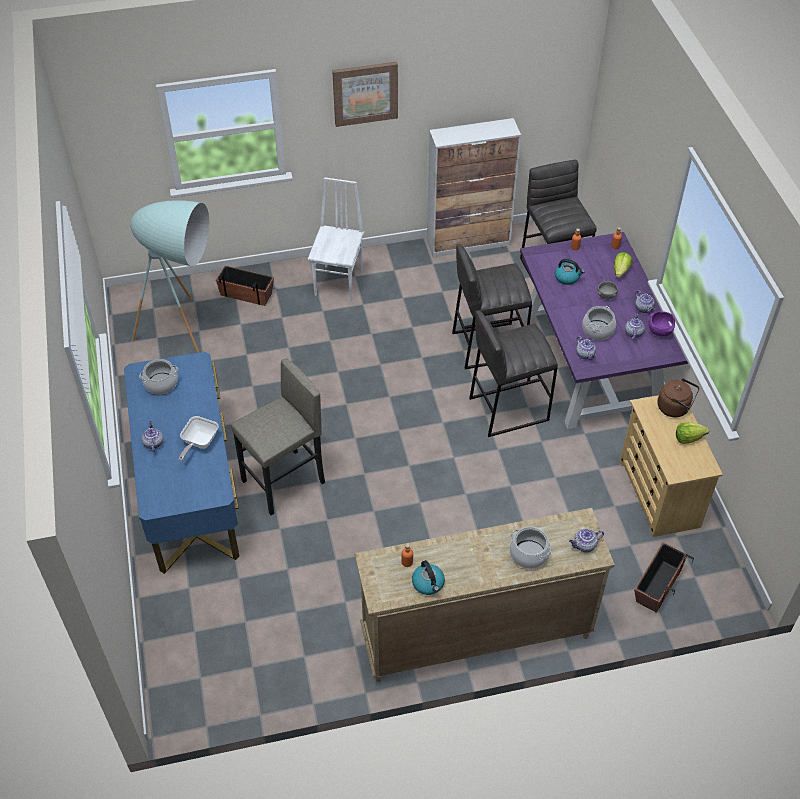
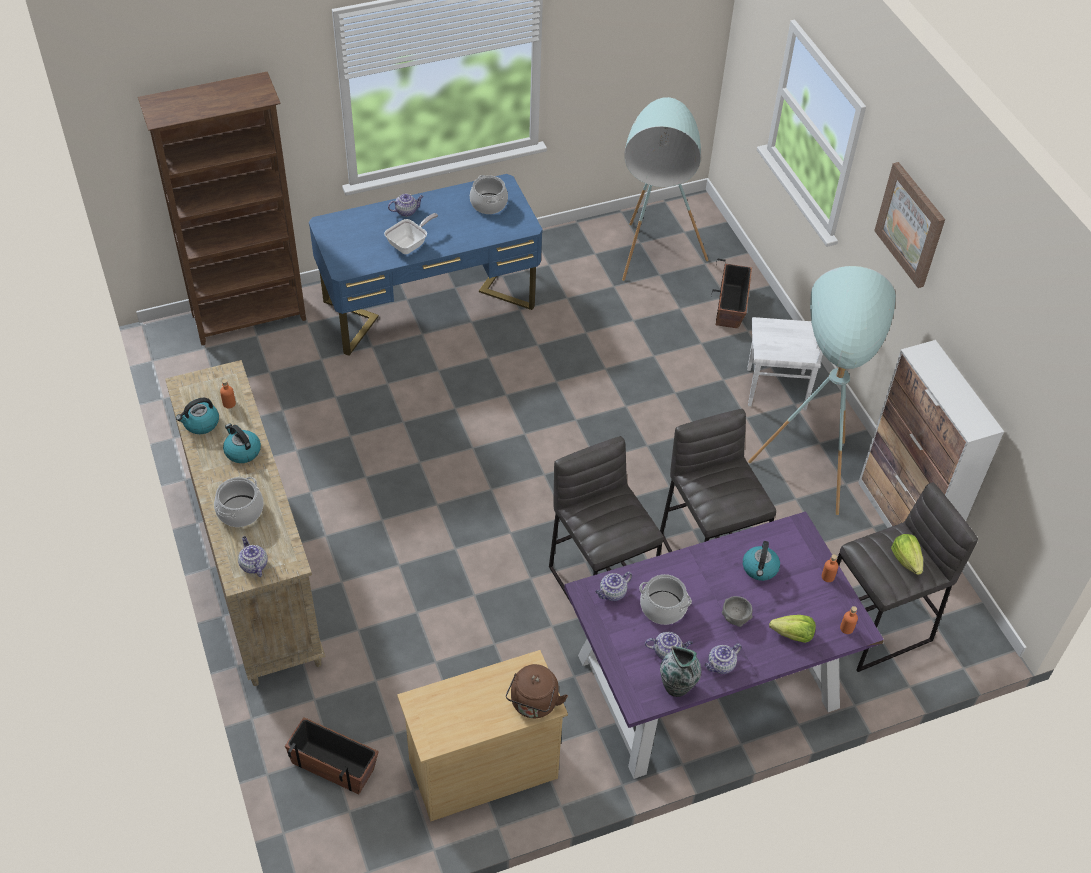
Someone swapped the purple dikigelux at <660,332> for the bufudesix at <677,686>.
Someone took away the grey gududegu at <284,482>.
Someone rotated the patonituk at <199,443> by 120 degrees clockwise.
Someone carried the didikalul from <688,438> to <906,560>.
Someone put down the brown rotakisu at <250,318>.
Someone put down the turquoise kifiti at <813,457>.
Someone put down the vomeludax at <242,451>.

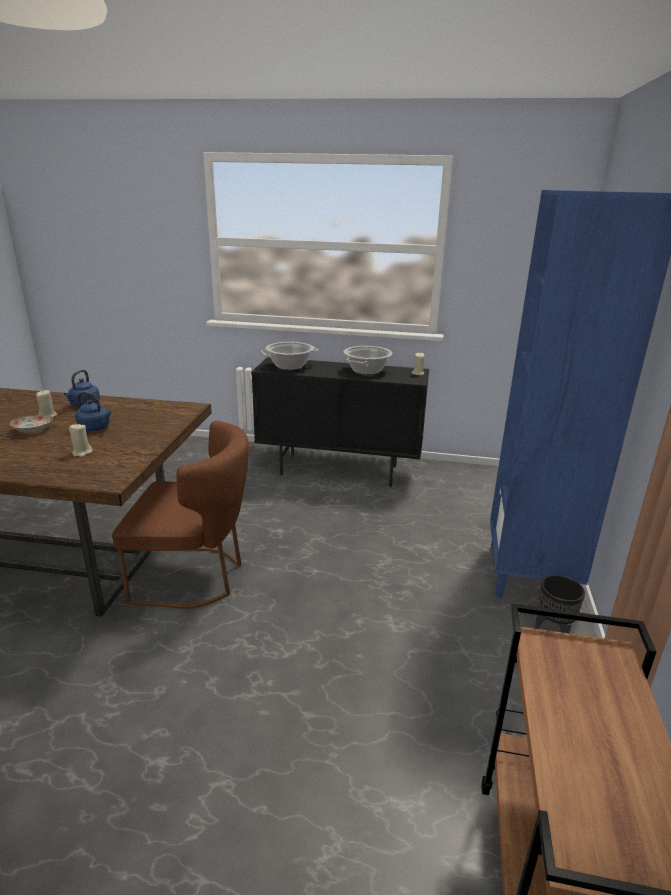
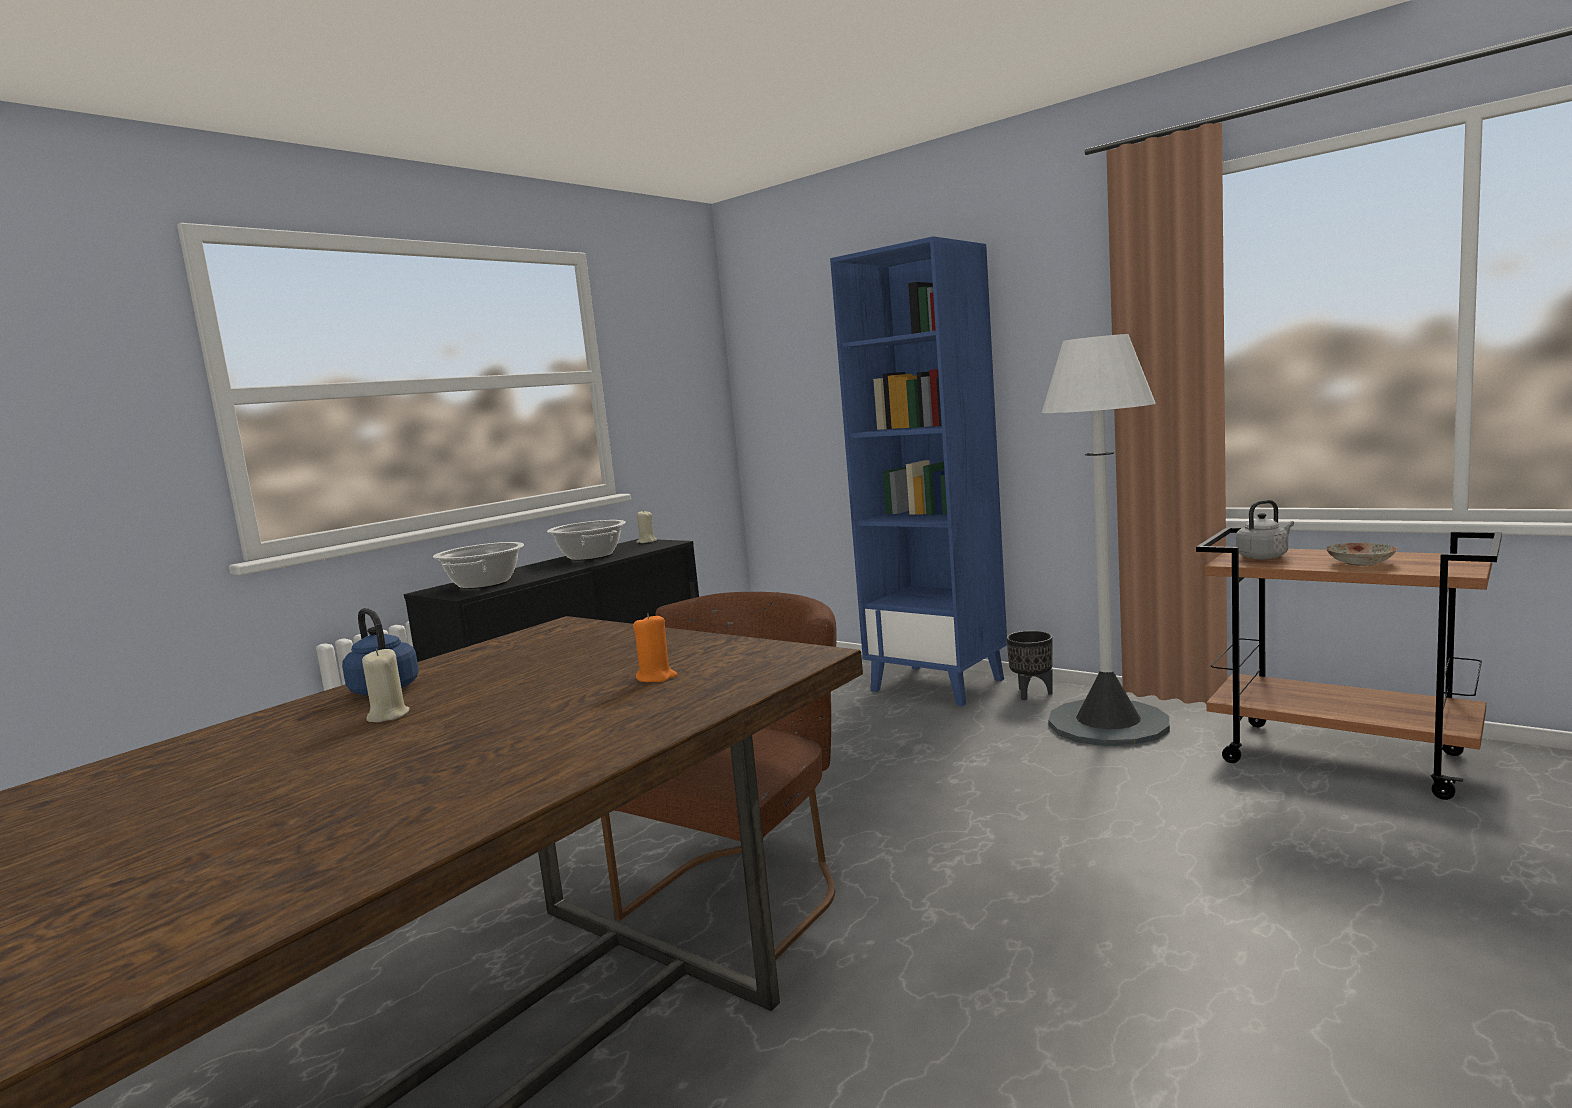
Someone took away the blue vomeludax at <96,428>.
Someone carried the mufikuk from <33,429> to <1359,563>.
Someone repainted the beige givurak at <82,452>, which became the orange givurak at <656,677>.
Someone put down the white kifiti at <1108,724>.
Someone put down the grey vomeludax at <1264,556>.

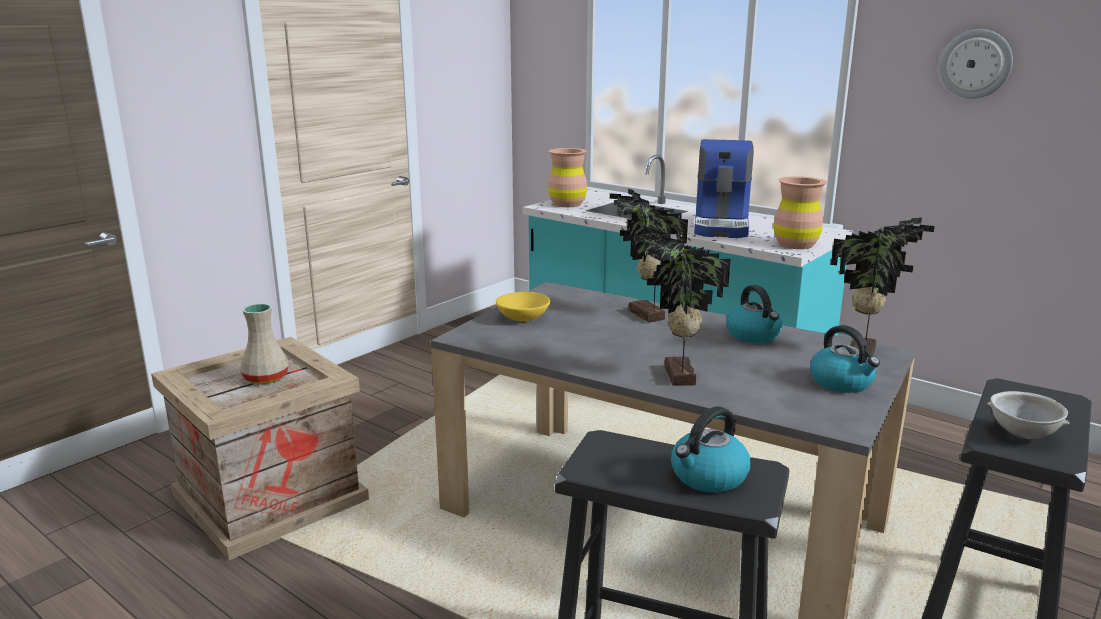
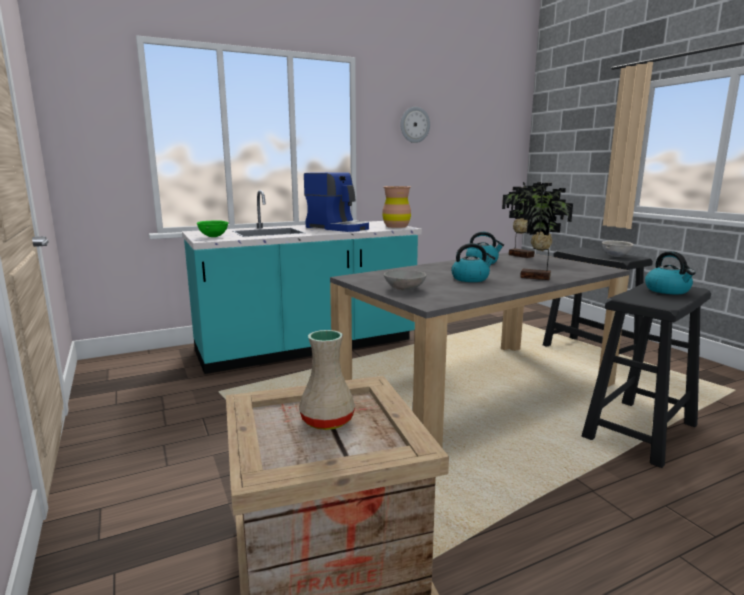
Someone swapped the brown bufudesix at <567,204> for the green dikigelux at <214,237>.
Someone took away the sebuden at <644,316>.
Someone repainted the yellow dikigelux at <522,318>, which became the grey dikigelux at <404,289>.
Someone carried the vomeludax from <842,383> to <470,279>.

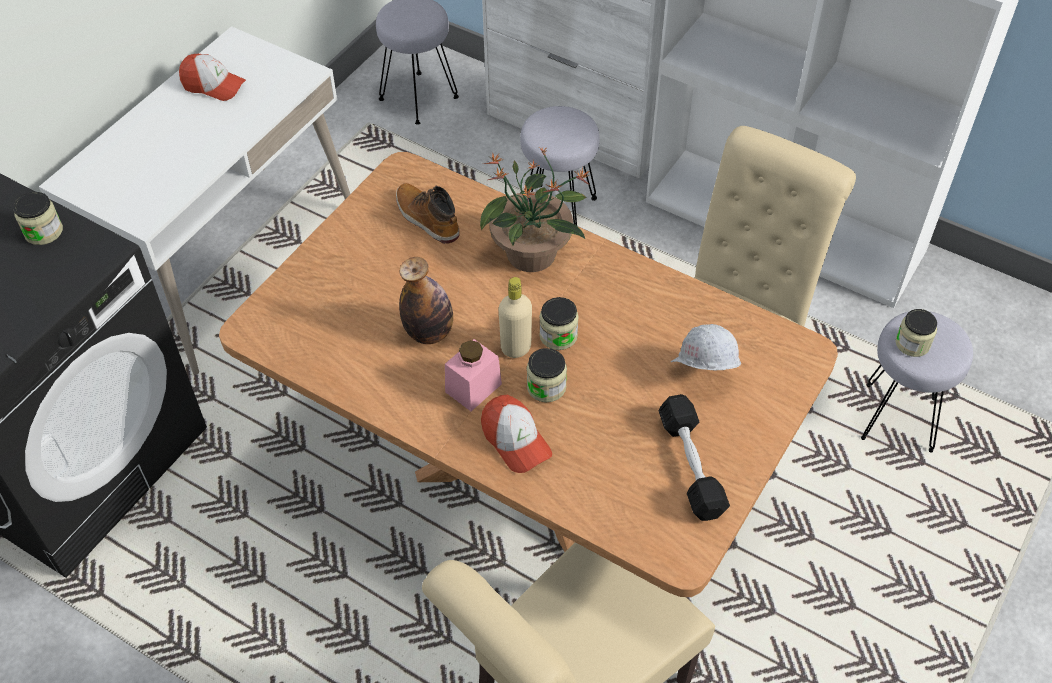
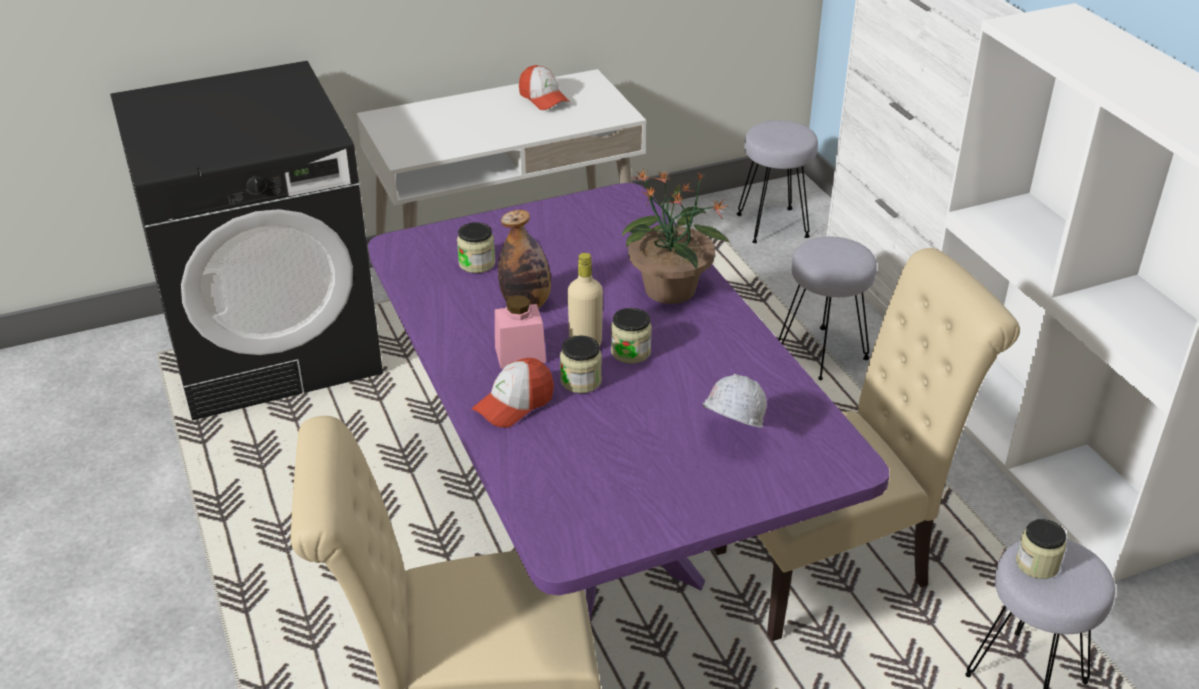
Someone repainted the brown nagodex at <528,478>, which became the purple nagodex at <600,537>.
Someone took away the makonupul at <427,219>.
Someone carried the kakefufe from <43,231> to <477,263>.
Someone took away the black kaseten at <691,465>.
Someone rotated the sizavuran at <515,440> by 45 degrees clockwise.

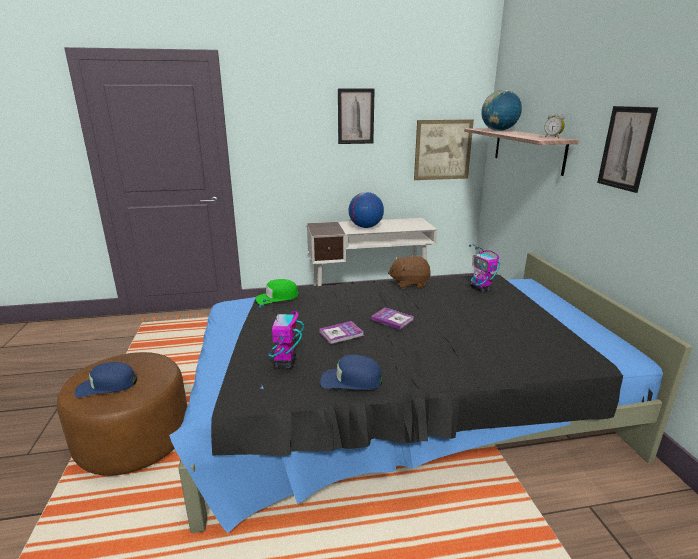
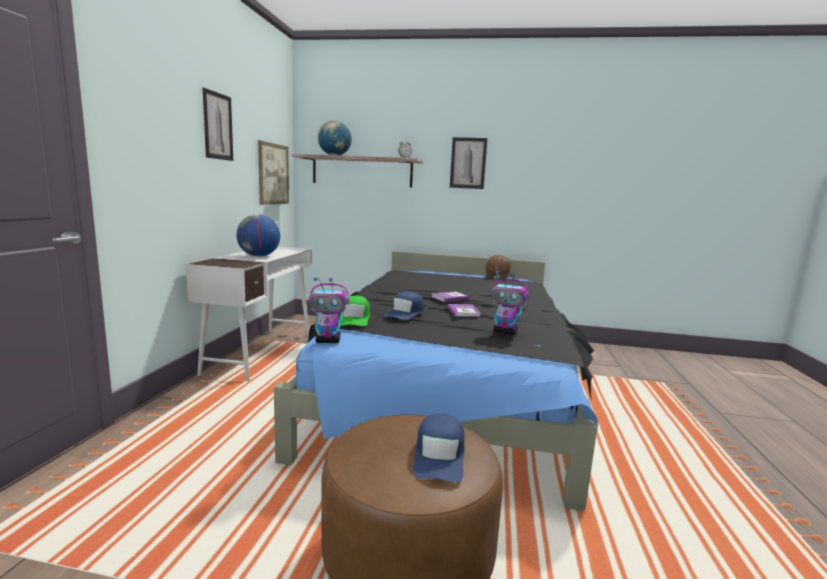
Someone carried the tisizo from <481,289> to <328,341>.
Someone carried the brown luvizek from <409,283> to <496,277>.
Someone carried the blue sizavuran from <351,380> to <405,313>.

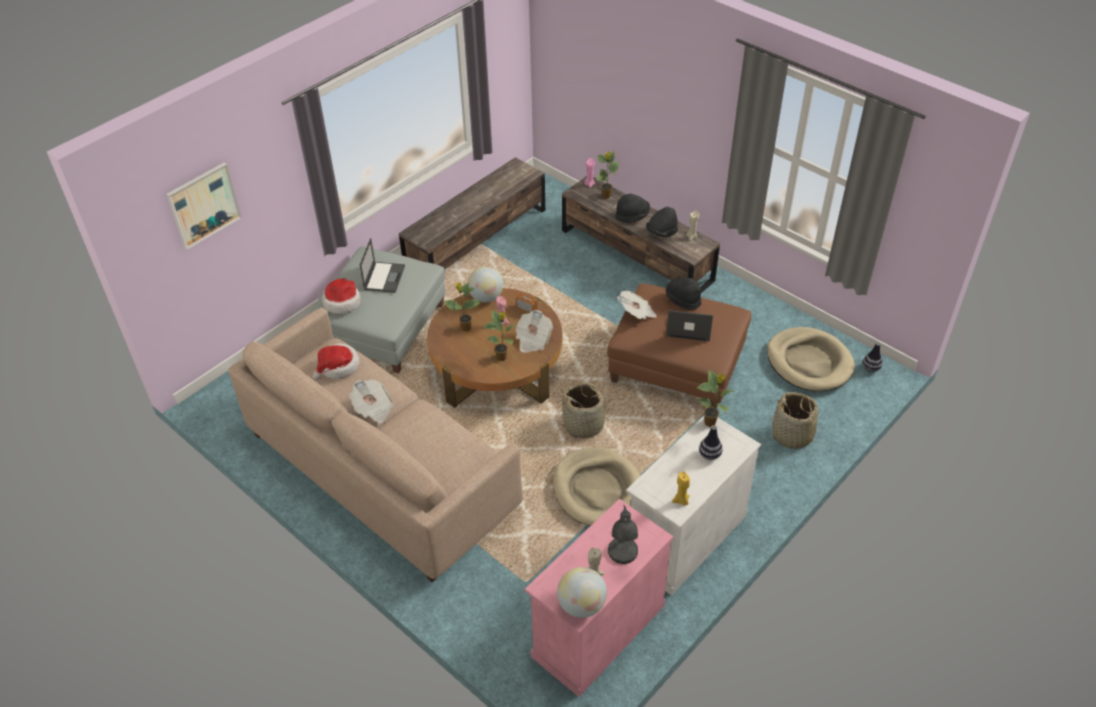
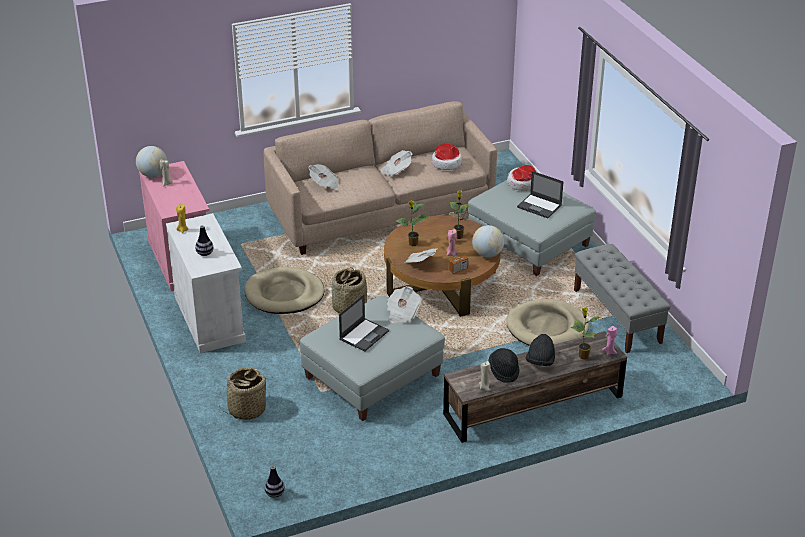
Someone swapped the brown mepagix at <477,239> for the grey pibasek at <617,316>.
Someone took away the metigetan at <203,205>.
Someone took away the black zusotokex at <683,299>.
Someone repainted the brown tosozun at <676,365>, which became the grey tosozun at <372,375>.
Someone carried the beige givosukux from <809,362> to <547,327>.
Someone took away the sebuden at <711,422>.
Someone took away the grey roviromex at <622,555>.
Someone put down the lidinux at <324,184>.

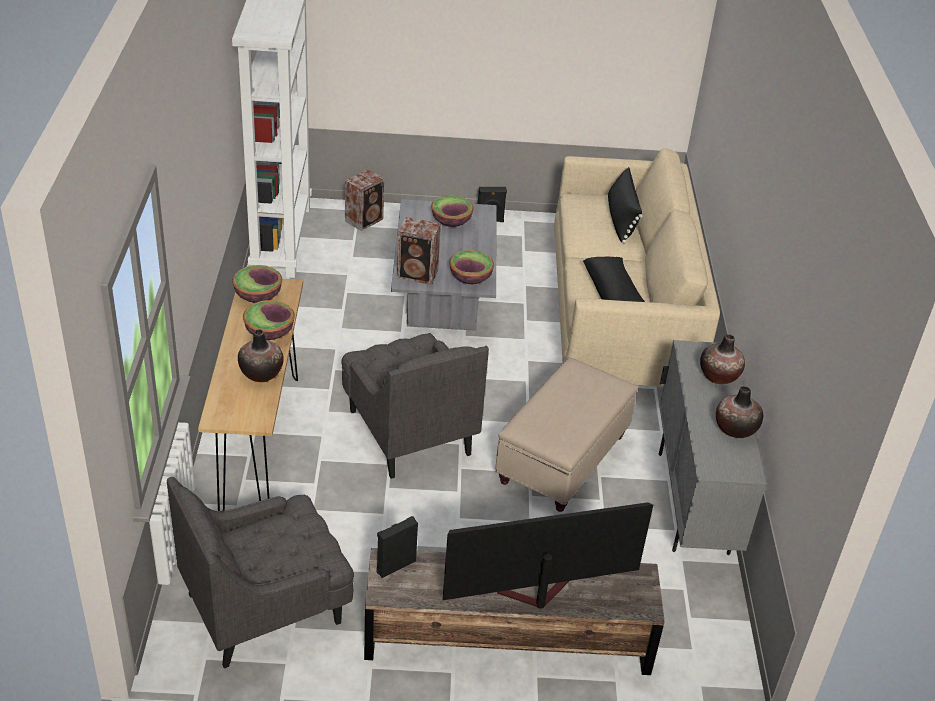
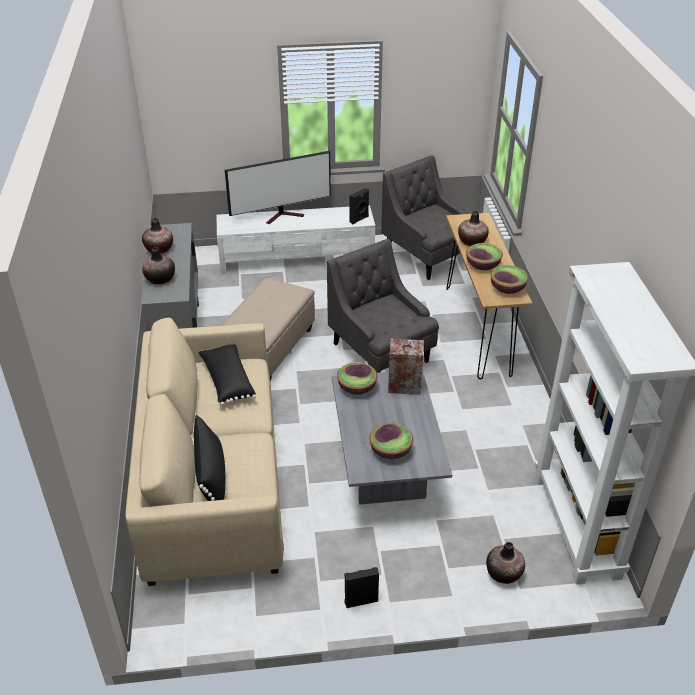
Someone swapped the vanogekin at <365,220> for the bufudesix at <503,573>.
Someone rotated the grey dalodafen at <266,607> by 90 degrees counterclockwise.
Someone repainted the brown mepagix at <506,637>, which became the white mepagix at <297,258>.

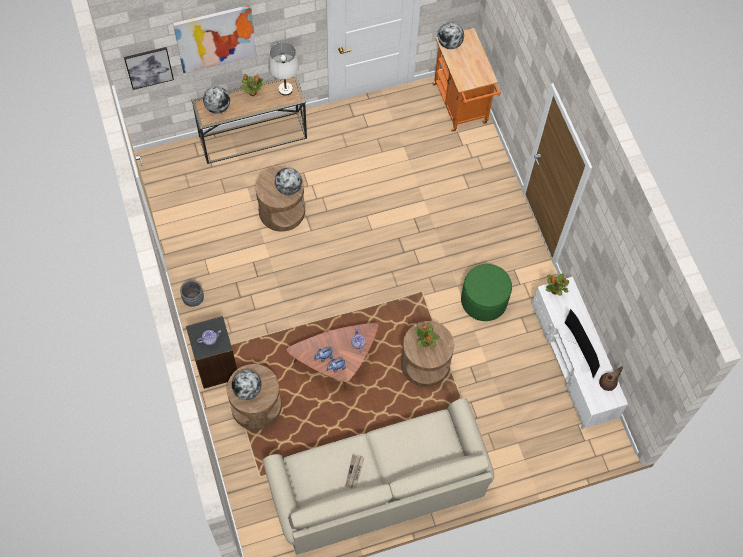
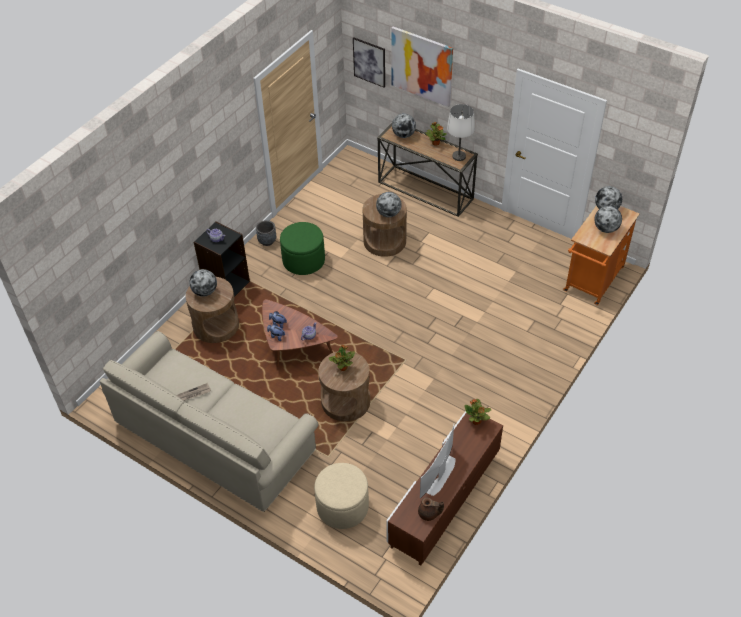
Someone carried the green tosozun from <484,300> to <303,260>.
Someone repainted the white mepagix at <571,364>, which became the brown mepagix at <444,501>.
Someone put down the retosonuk at <606,229>.
Someone put down the beige tosozun at <342,506>.

